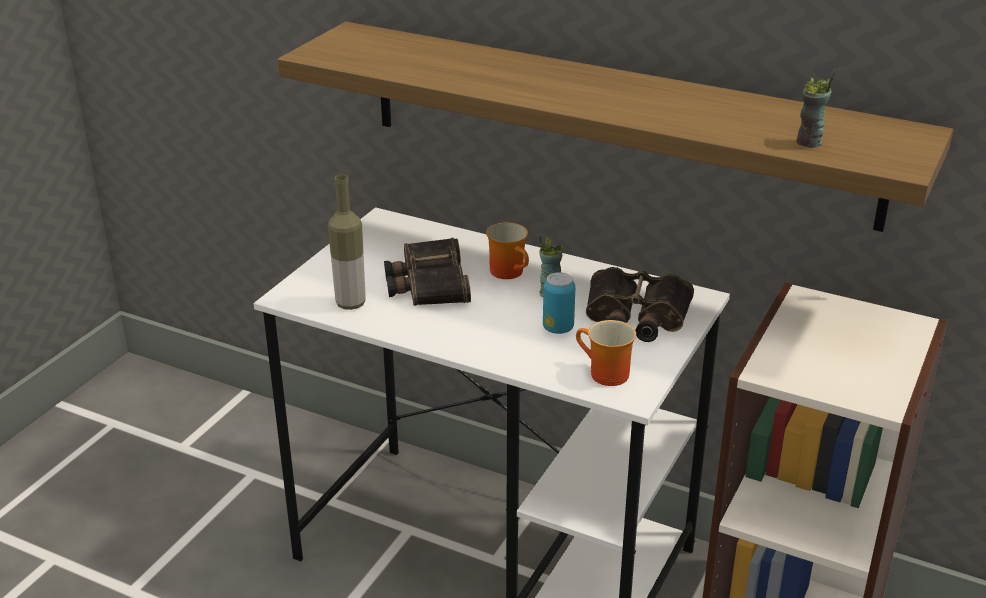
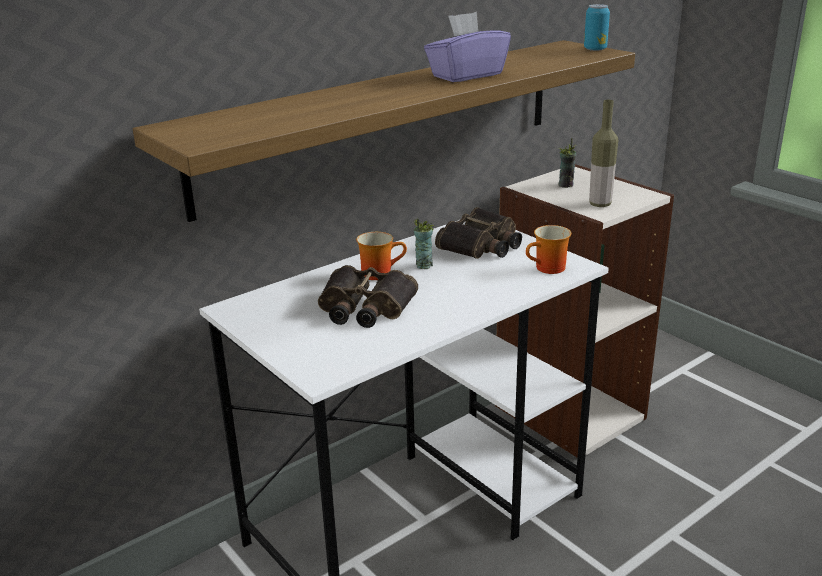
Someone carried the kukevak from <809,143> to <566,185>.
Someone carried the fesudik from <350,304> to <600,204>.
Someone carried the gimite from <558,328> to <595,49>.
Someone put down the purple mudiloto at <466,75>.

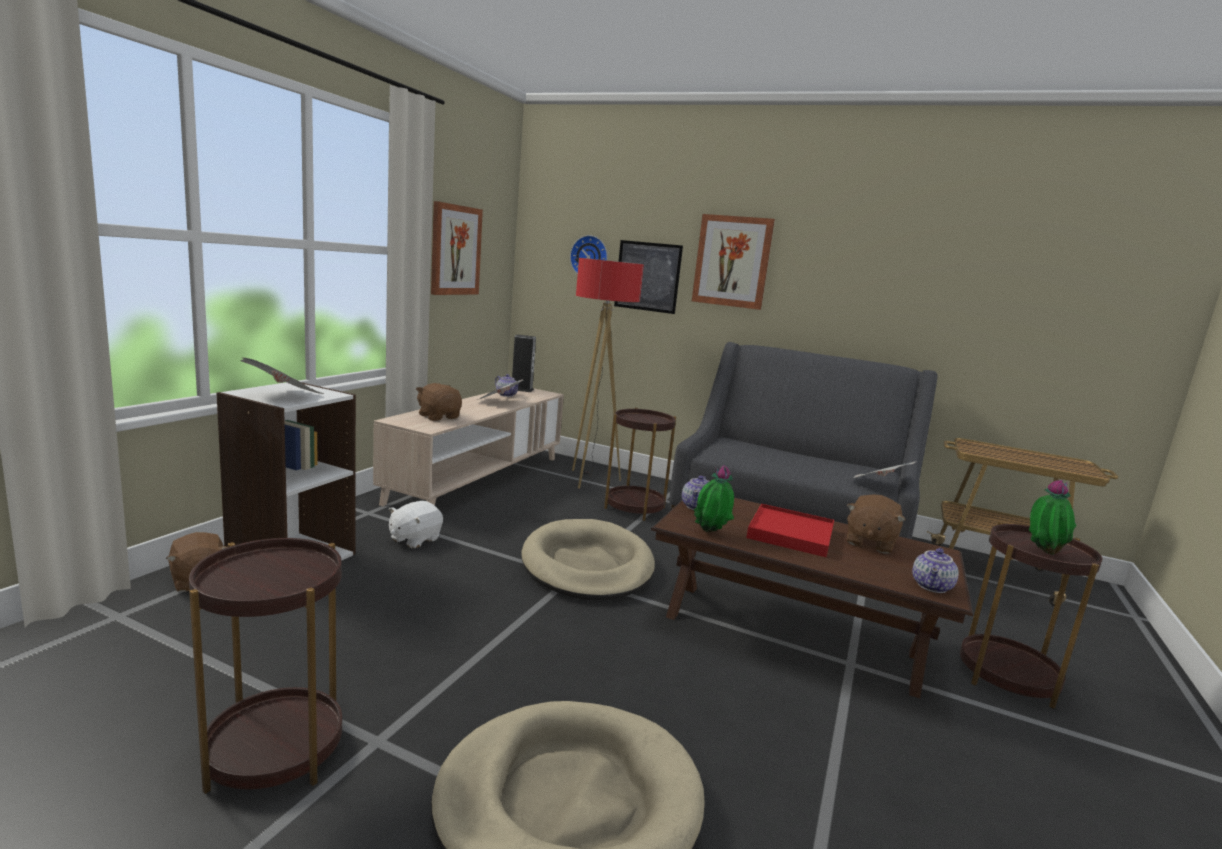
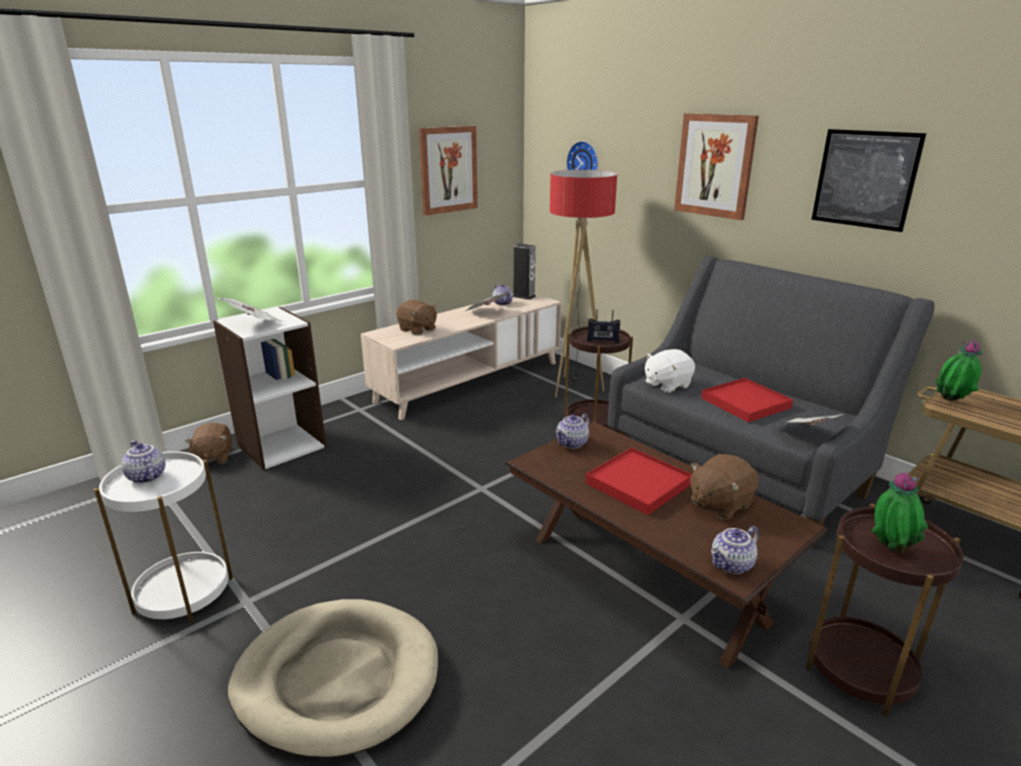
Someone carried the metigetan from <647,276> to <865,179>.
Someone rotated the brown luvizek at <439,417> by 150 degrees clockwise.
Someone carried the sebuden from <710,533> to <951,402>.
Someone carried the white luvizek from <414,539> to <666,385>.
Someone took away the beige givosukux at <587,565>.
Someone repainted the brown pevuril at <275,751>, which became the white pevuril at <184,595>.
Someone put down the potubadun at <603,341>.
Someone put down the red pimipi at <745,403>.
Someone put down the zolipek at <145,477>.

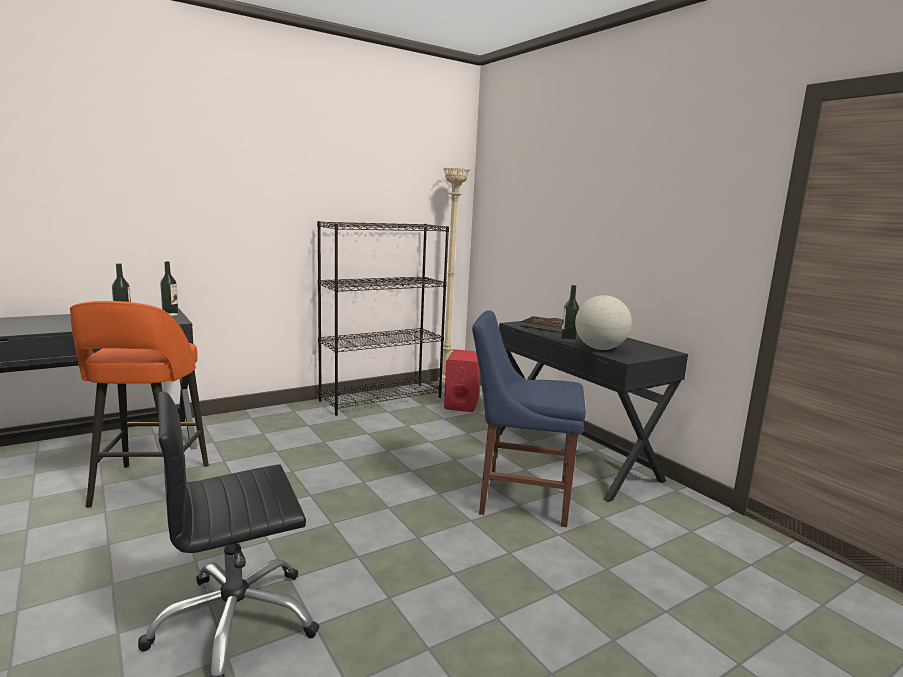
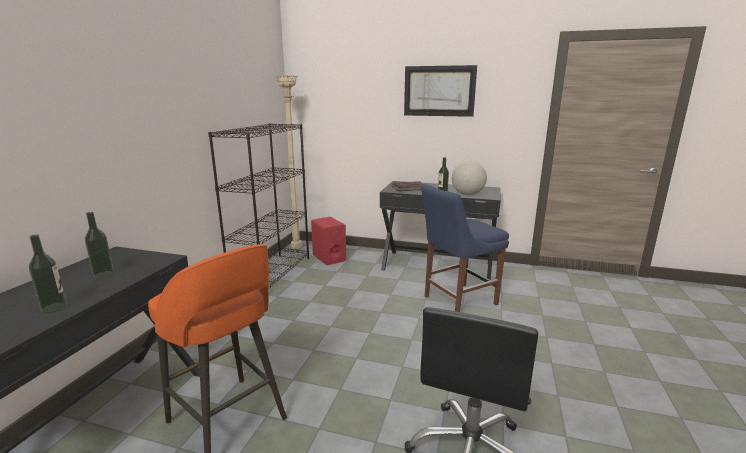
Someone carried the fesudik from <170,314> to <54,307>.
Someone put up the metigetan at <439,91>.

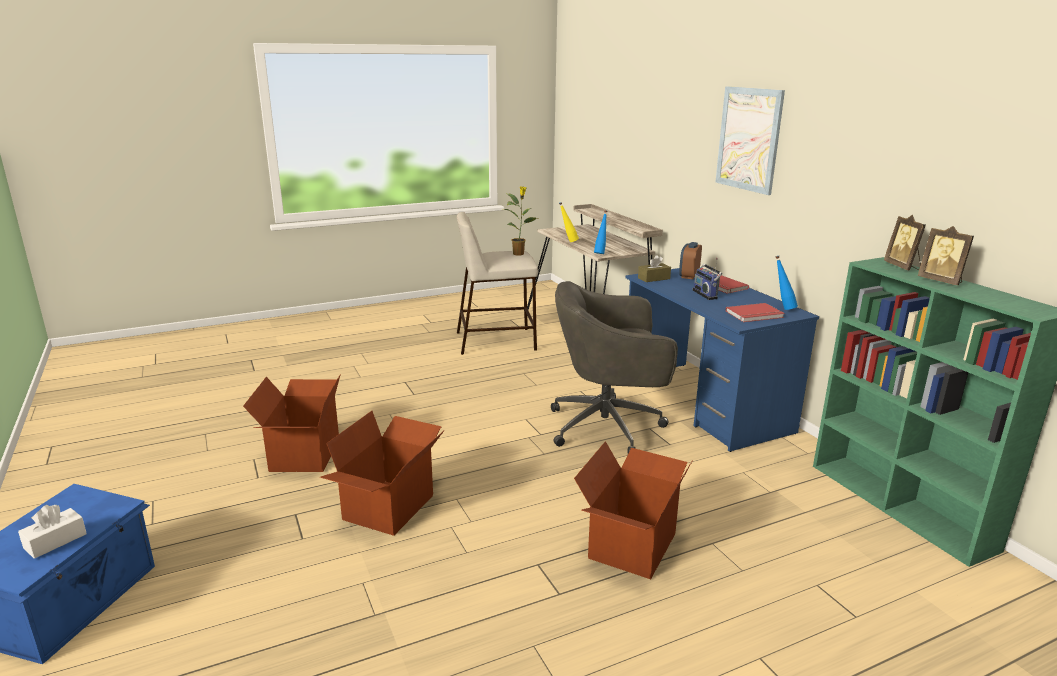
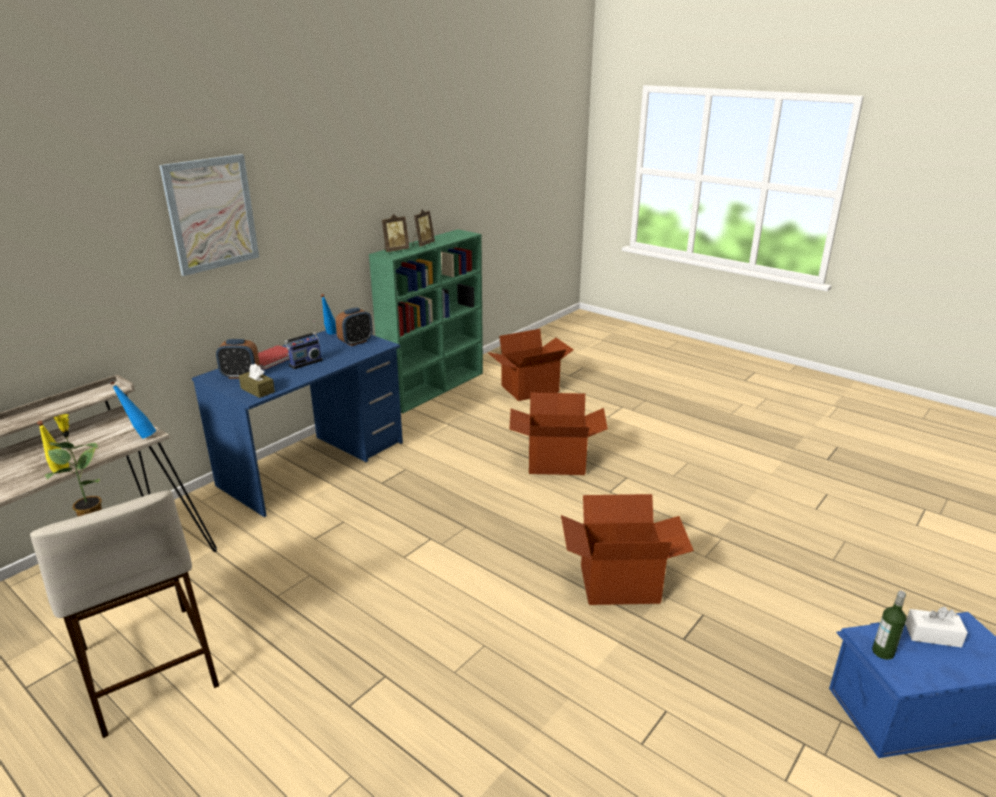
Someone took away the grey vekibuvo at <609,427>.
Someone swapped the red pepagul at <755,315> for the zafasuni at <355,342>.
Someone carried the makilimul from <303,454> to <530,389>.
Someone put down the fesudik at <882,652>.

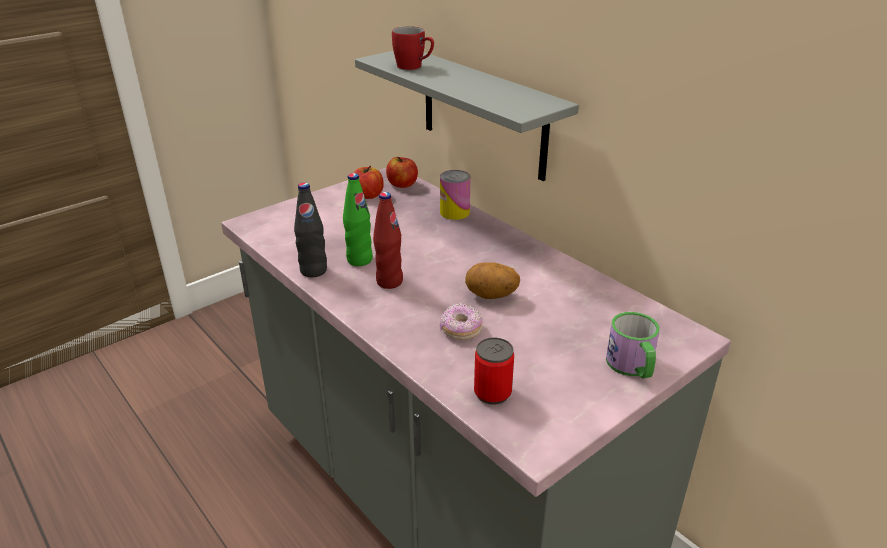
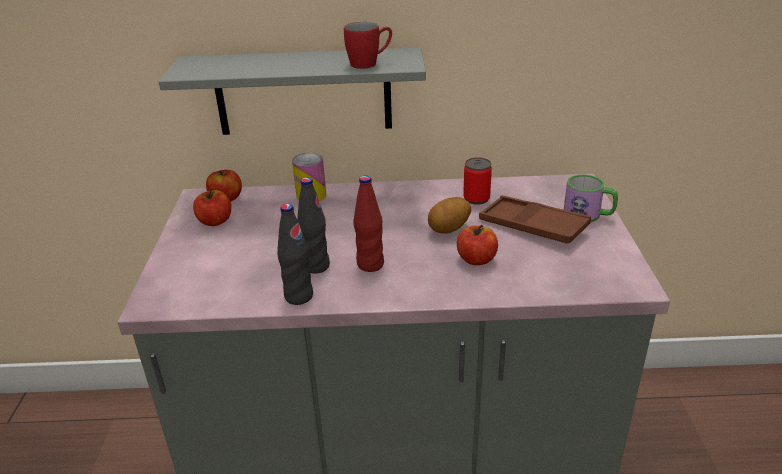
Someone carried the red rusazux from <414,67> to <369,63>.
Someone repainted the green fesudik at <359,260>, which became the black fesudik at <316,266>.
Someone swapped the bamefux at <460,330> for the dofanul at <476,259>.
Someone carried the gimite from <492,393> to <476,198>.
Someone put down the brown pimipi at <532,226>.

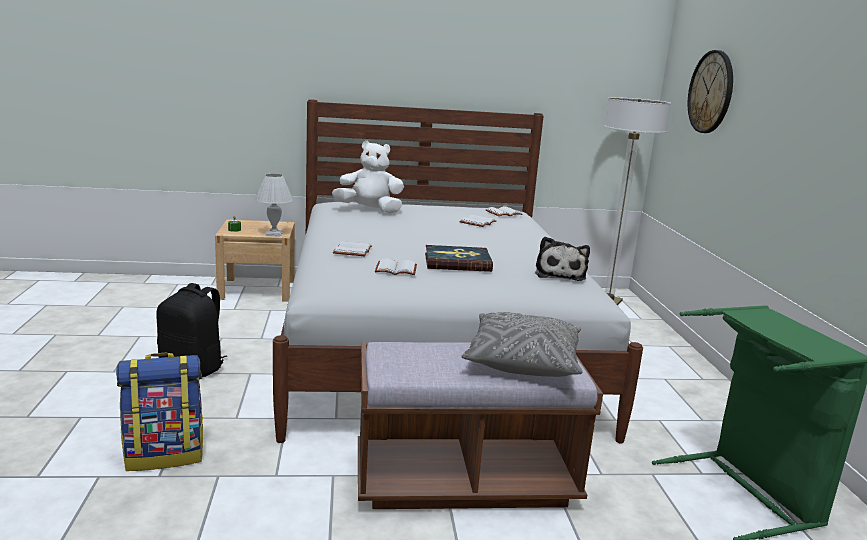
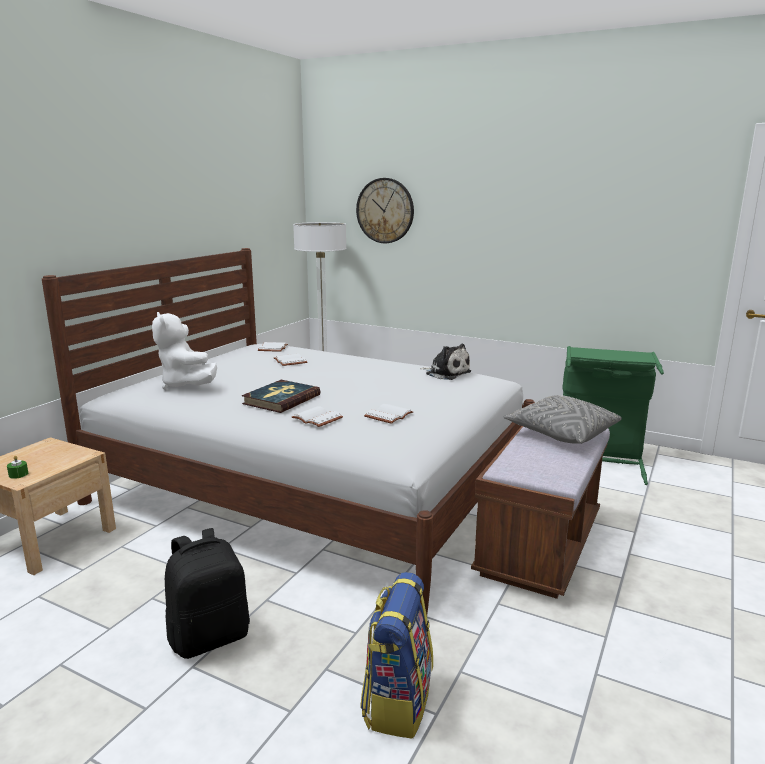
Someone rotated the white luvizek at <369,210> by 75 degrees counterclockwise.
Someone took away the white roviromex at <273,234>.
Someone carried the pepagul from <457,262> to <281,399>.

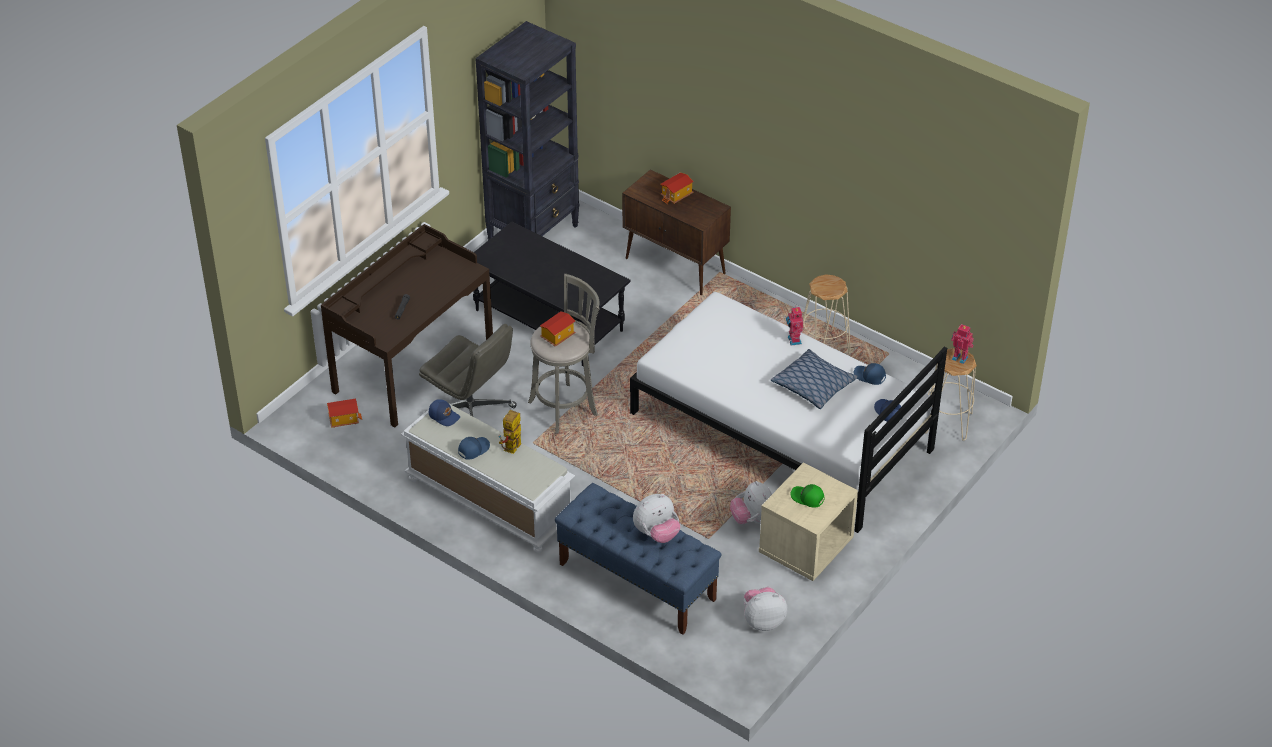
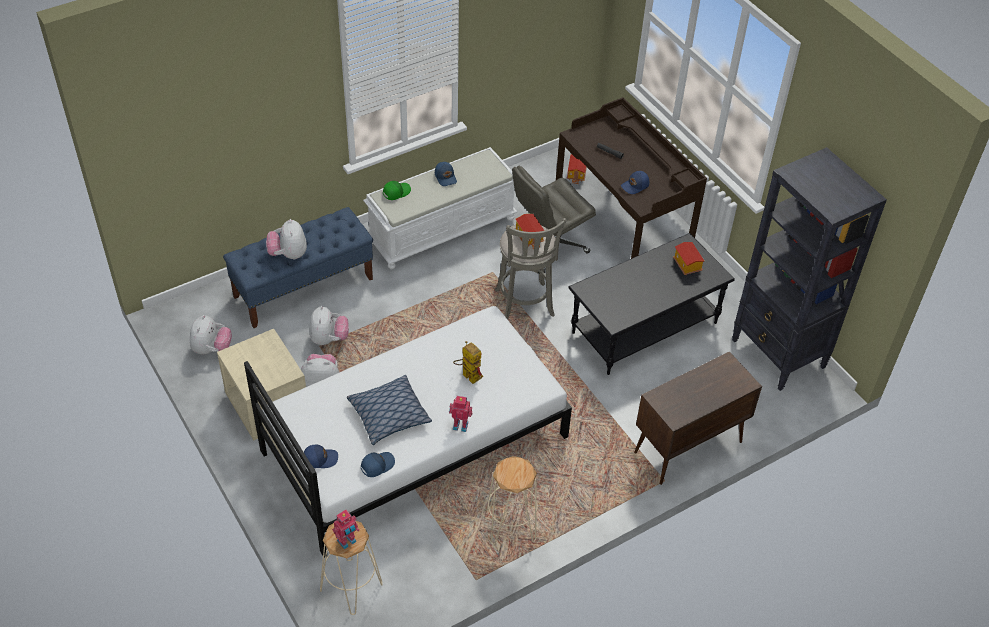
Someone carried the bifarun from <677,196> to <686,265>.
Someone carried the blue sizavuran from <444,416> to <635,186>.
Someone carried the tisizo from <512,450> to <467,375>.
Someone carried the green sizavuran from <807,498> to <396,192>.
Someone put down the luvizek at <329,339>.

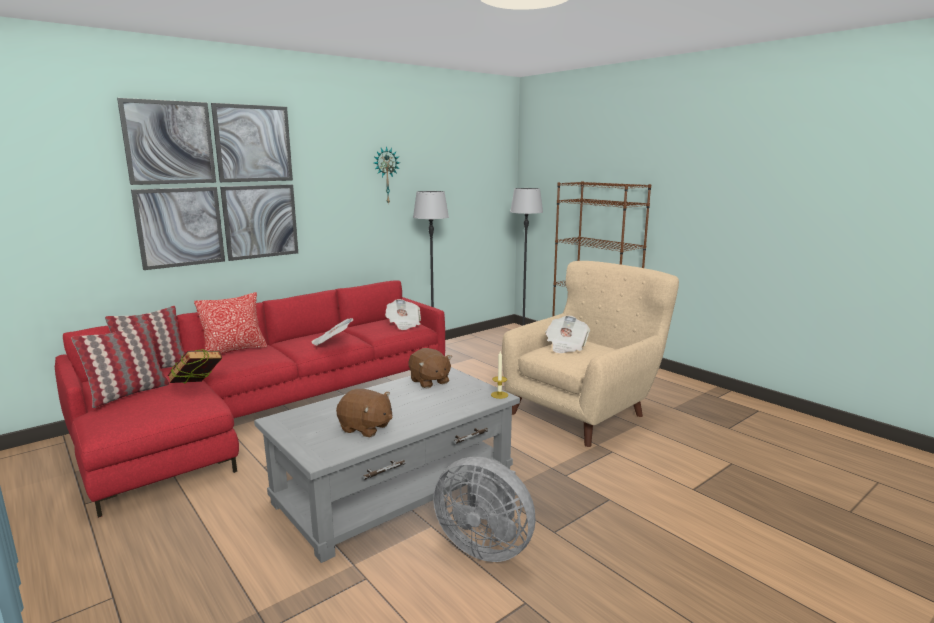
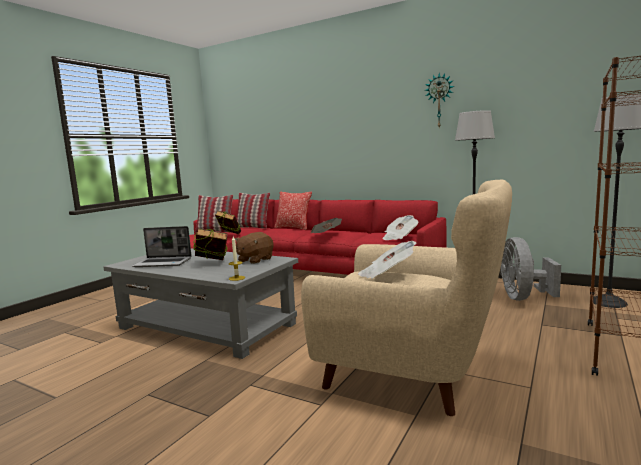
Someone took away the metigetan at <217,184>.
Someone swapped the brown luvizek at <365,428> for the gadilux at <163,263>.
Someone carried the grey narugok from <485,545> to <523,298>.
Someone put down the pepagul at <212,263>.

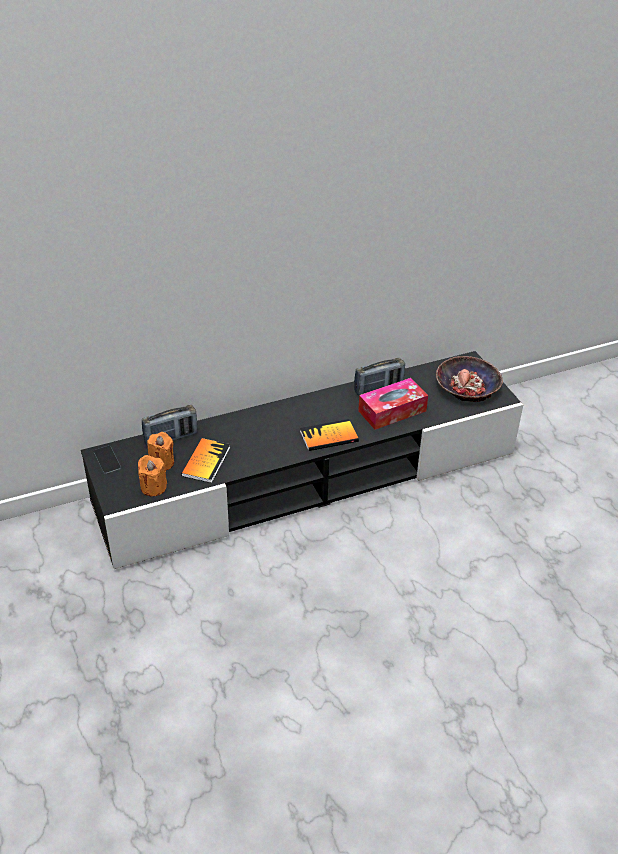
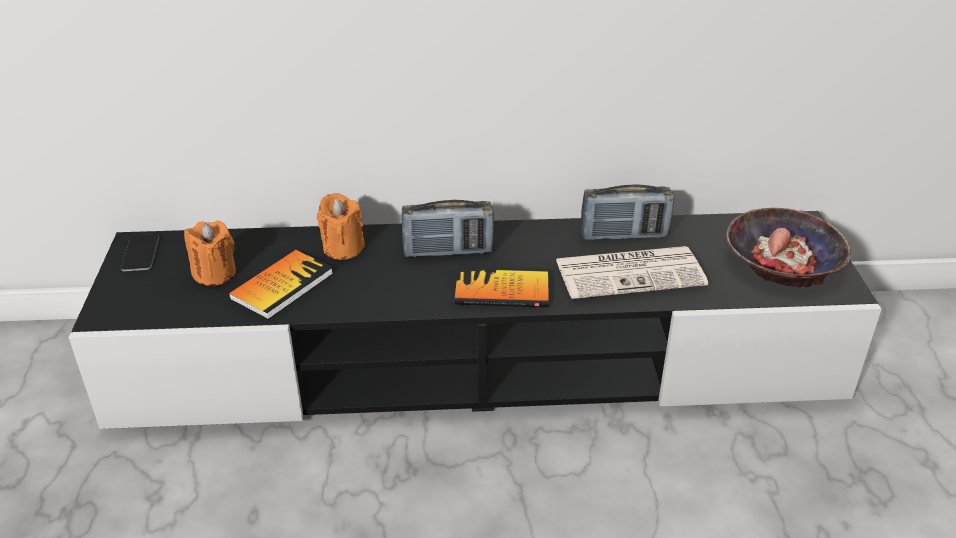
Someone swapped the mudiloto at <392,411> for the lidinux at <631,272>.
Someone carried the potubadun from <171,438> to <448,251>.
Someone carried the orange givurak from <153,487> to <343,248>.

